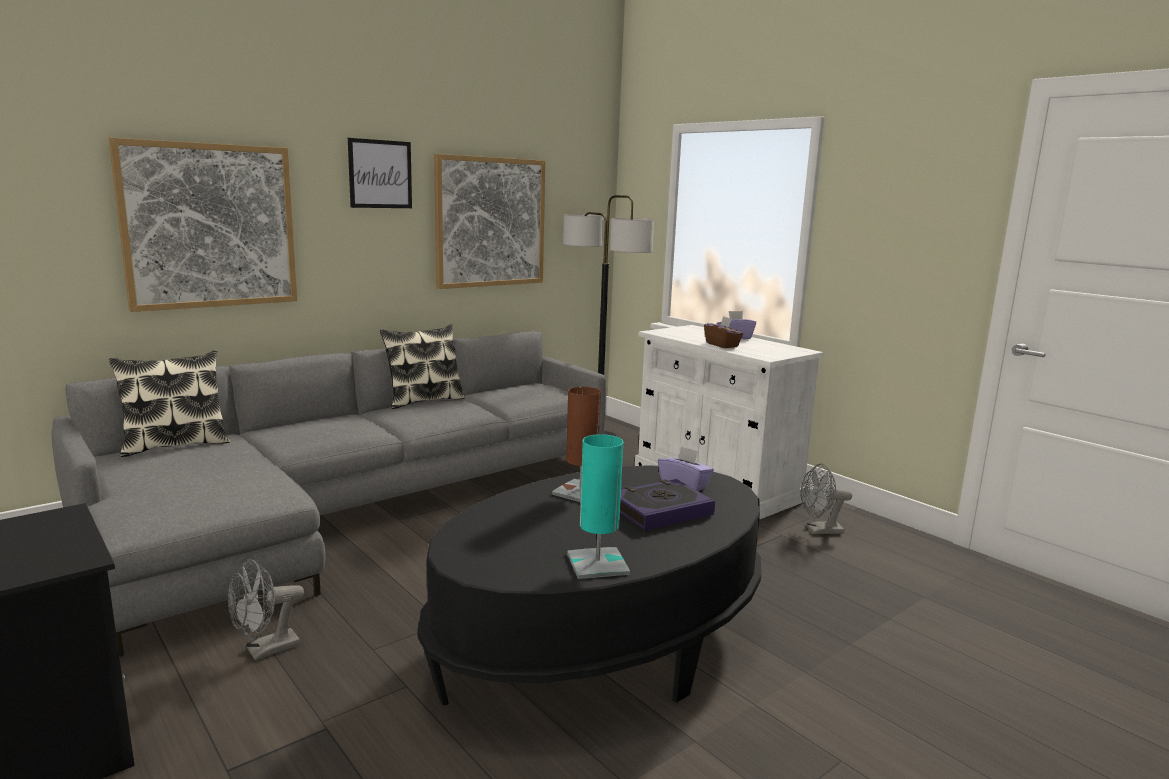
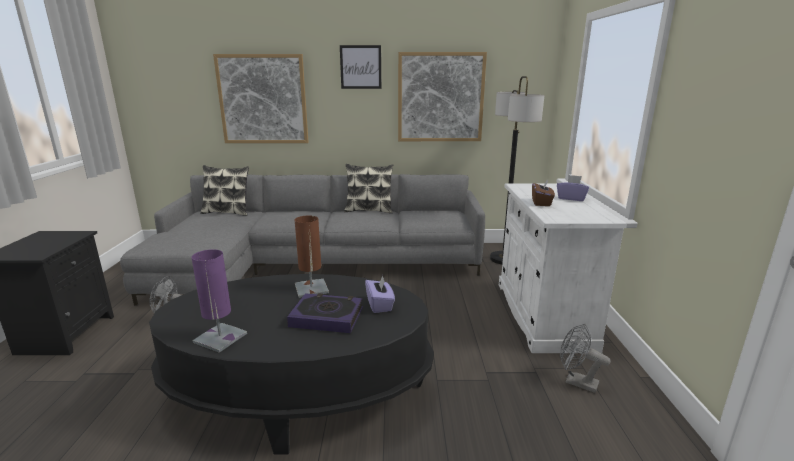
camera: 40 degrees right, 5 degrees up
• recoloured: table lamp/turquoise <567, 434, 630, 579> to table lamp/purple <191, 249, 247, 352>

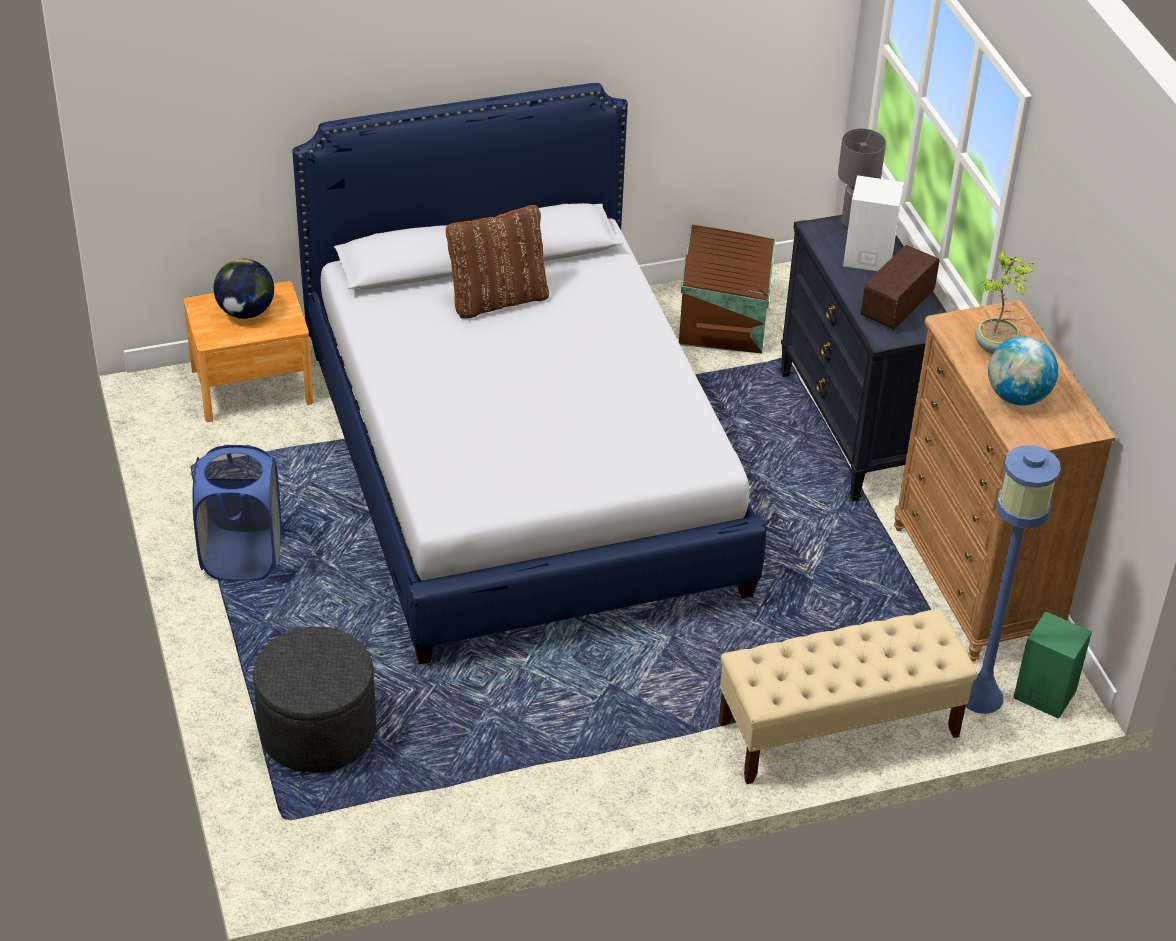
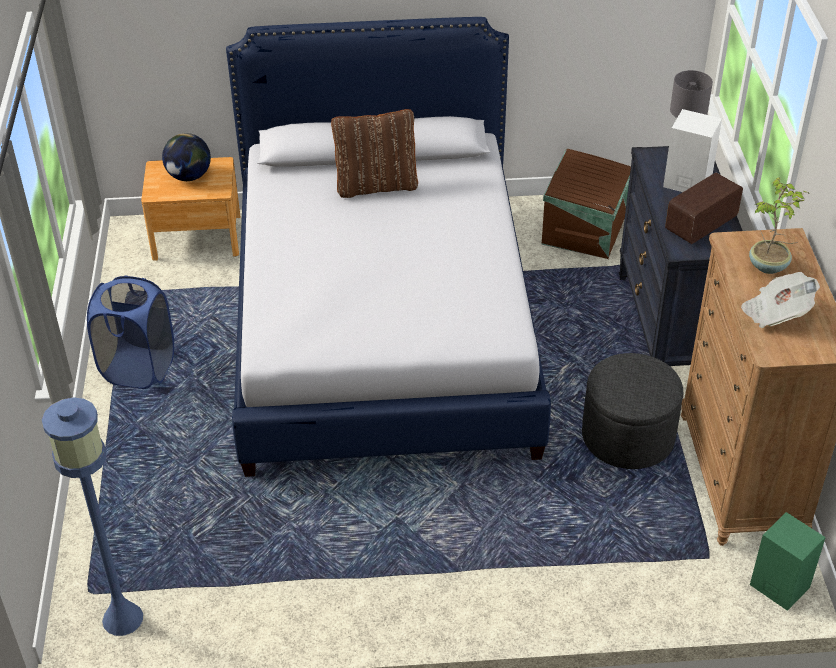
camera: 15 degrees right, 0 degrees up
• replaced: globe <988, 336, 1058, 406> to newspaper <741, 272, 820, 328>
• moved: floor lamp/blue <966, 445, 1061, 714> to <42, 397, 143, 636>
• removed: bench/beige <719, 608, 978, 784>
• moved: ottoman/grey <253, 626, 376, 773> to <582, 353, 683, 469>

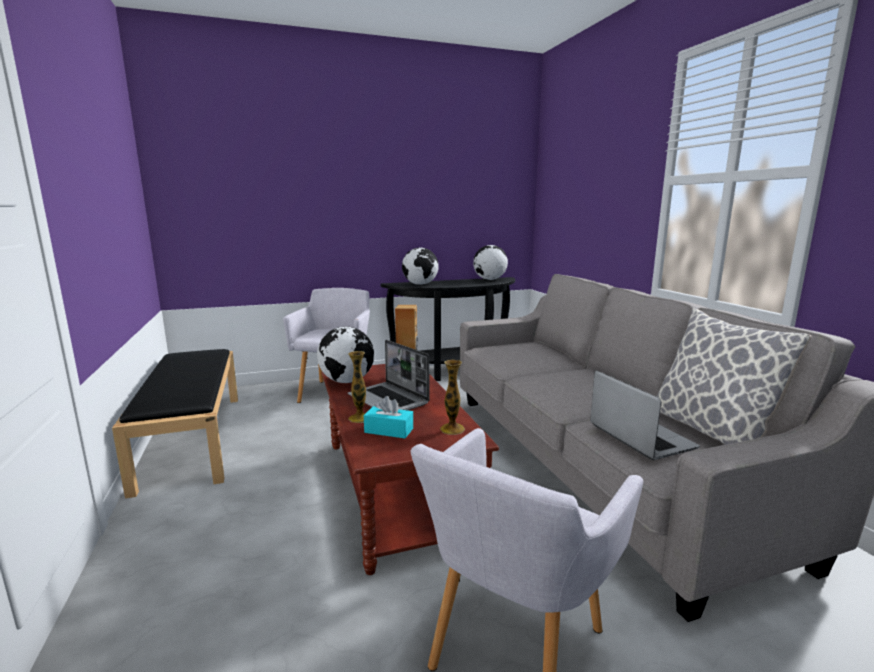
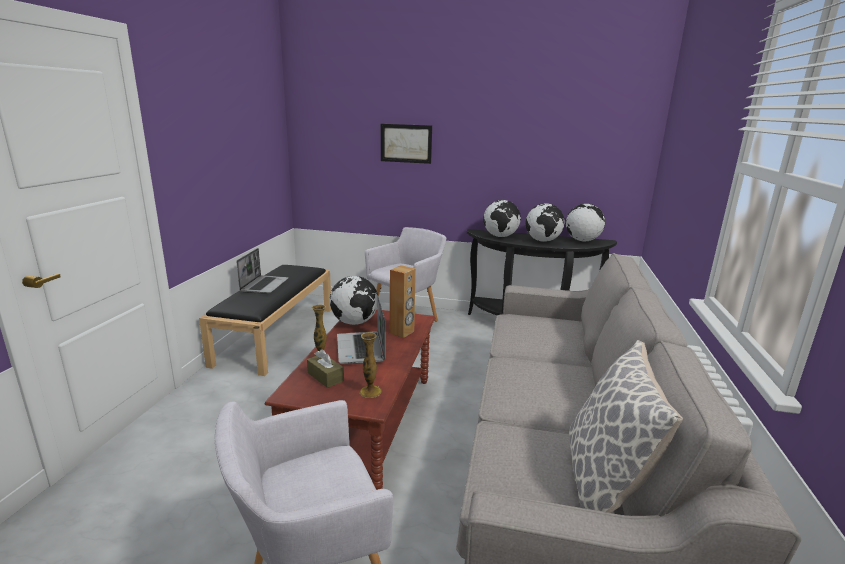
camera: 30 degrees right, 5 degrees up
• moved: laptop <590, 370, 700, 460> to <237, 248, 289, 294>
• recoloured: tissue box/turquoise <364, 396, 413, 438> to tissue box/brown <307, 349, 344, 388>
• added: picture <381, 124, 432, 164>
• added: globe <526, 203, 565, 242>

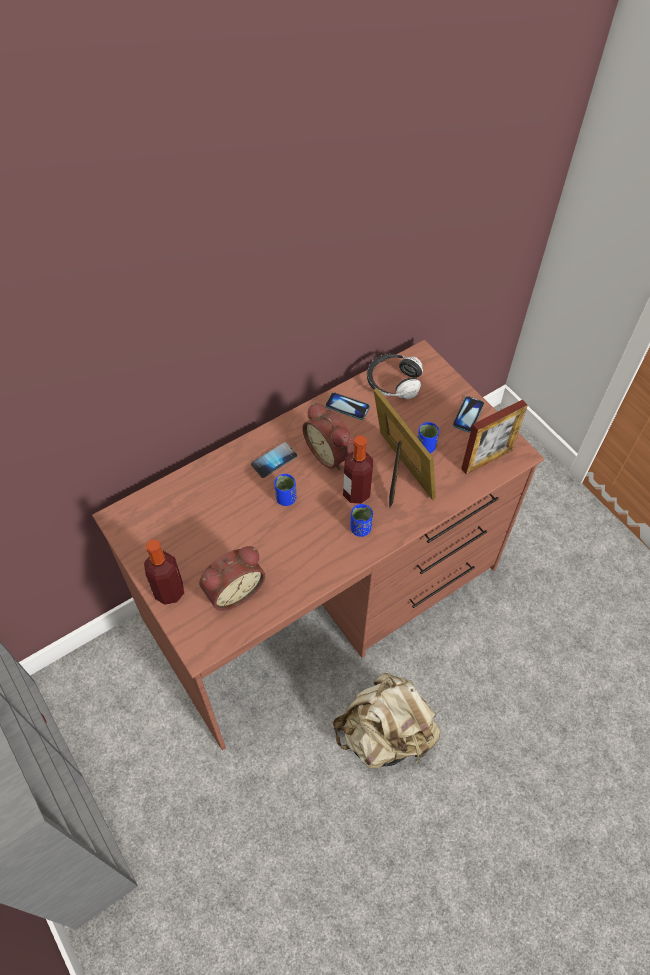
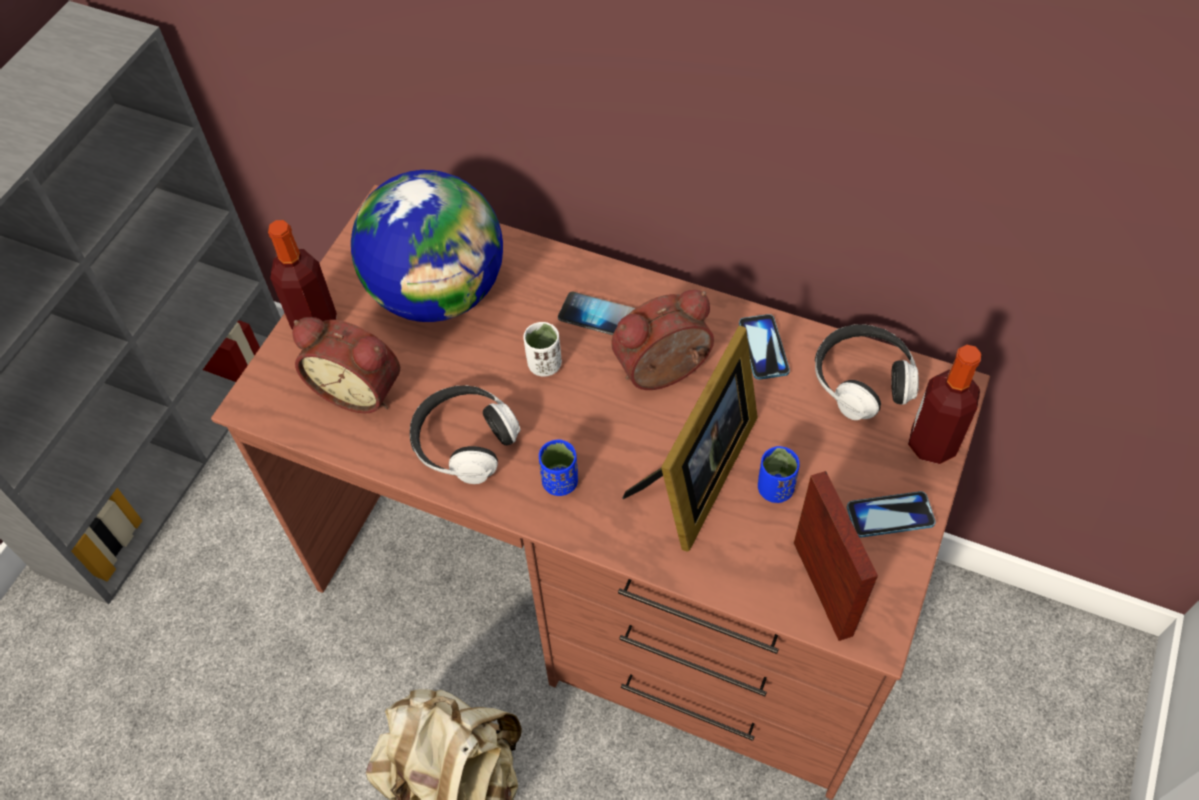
camera: 60 degrees right, 0 degrees up
• turned: picture frame <461, 400, 528, 474> = <794, 471, 878, 641> 135 degrees counterclockwise
• turned: alarm clock <303, 402, 354, 470> = <611, 290, 714, 390> 45 degrees clockwise
• moved: bottle <343, 435, 373, 504> to <908, 345, 981, 464>
• recoloured: cup/blue <274, 474, 296, 506> to cup/white <523, 322, 562, 377>
• added: globe <351, 170, 503, 322>
• added: headphones <410, 386, 521, 484>

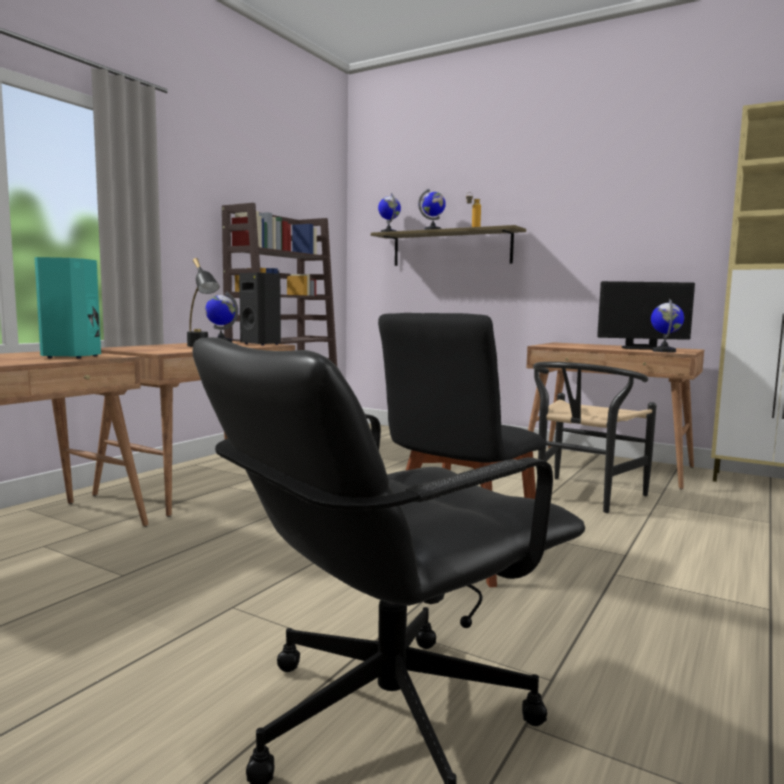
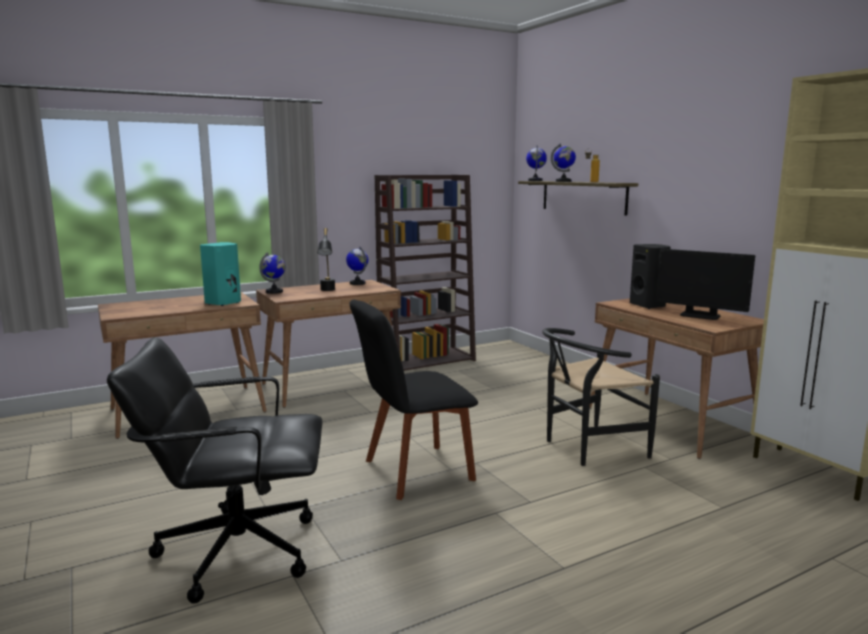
camera: 30 degrees right, 5 degrees up
• moved: speaker/black <239, 273, 281, 346> to <630, 244, 670, 309>
• moved: globe <651, 299, 684, 352> to <259, 252, 286, 294>

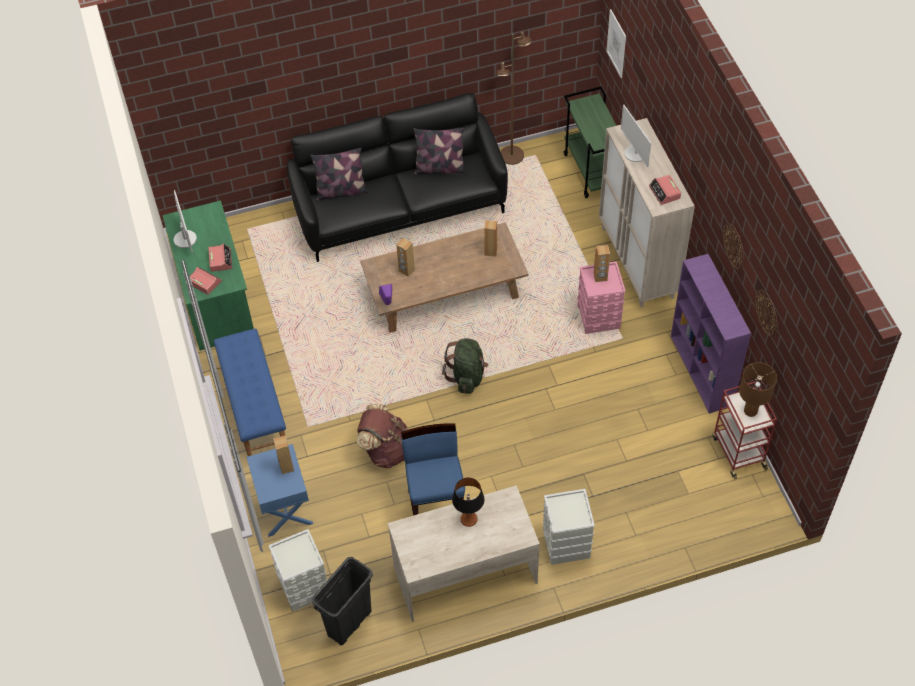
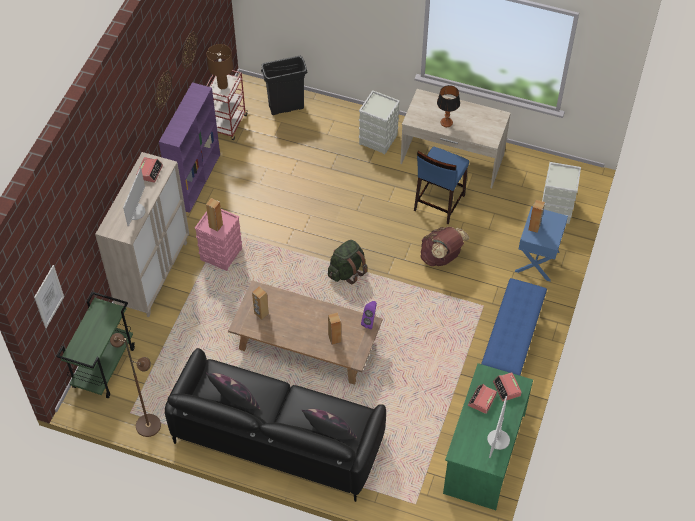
camera: 145 degrees left, 0 degrees up
• moved: trash can/black <311, 557, 373, 646> to <261, 56, 308, 115>

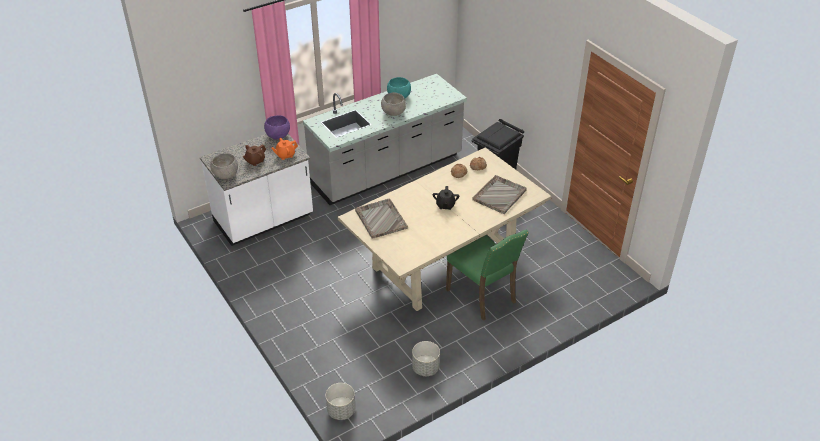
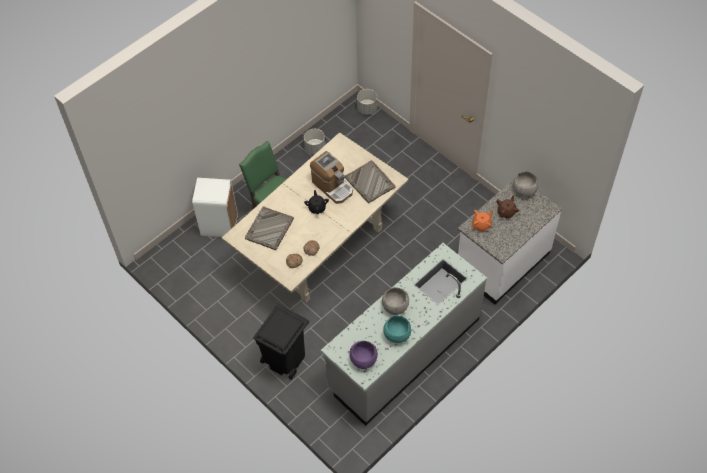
camera: 170 degrees right, 15 degrees up
• moved: bowl/purple <264, 115, 290, 140> to <350, 341, 378, 369>
• added: coffee machine <310, 151, 353, 204>
• added: trash can/white <192, 178, 238, 237>

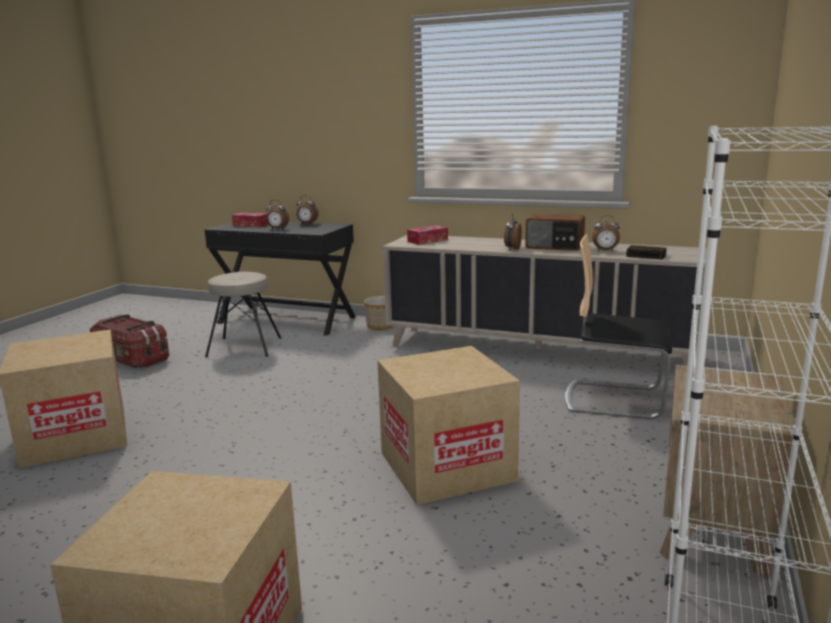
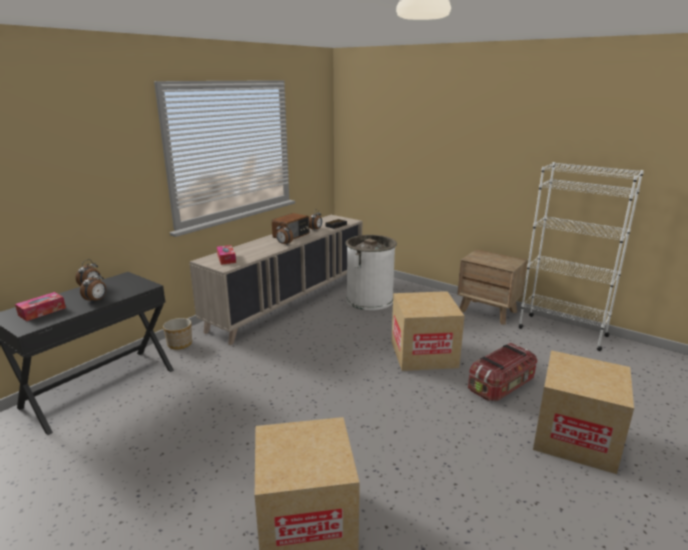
camera: 75 degrees left, 5 degrees up
• replaced: chair <565, 234, 672, 420> to trash can/white <345, 235, 397, 310>
• removed: stool/beige <205, 272, 281, 357>
• moved: storage box <90, 314, 169, 369> to <468, 343, 537, 401>

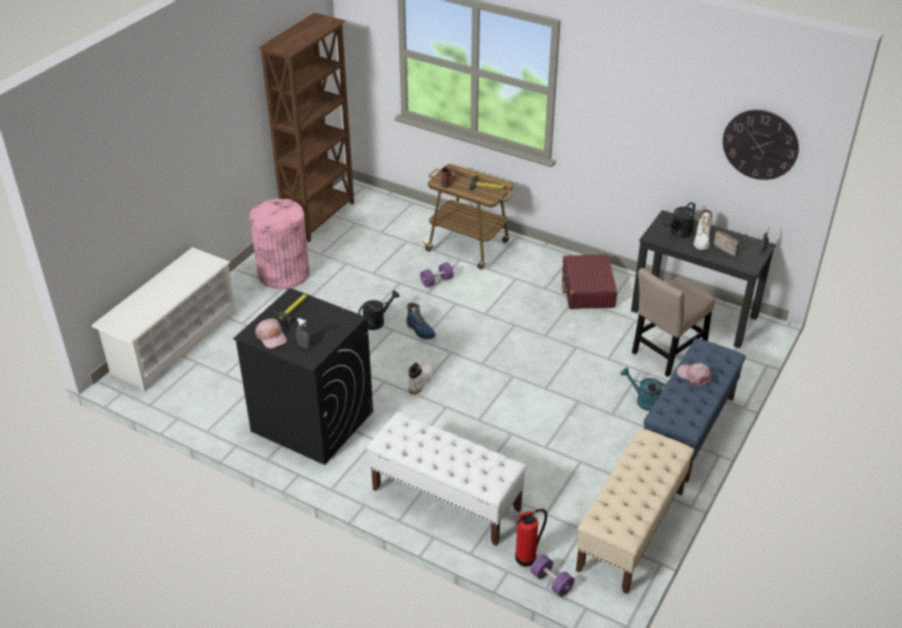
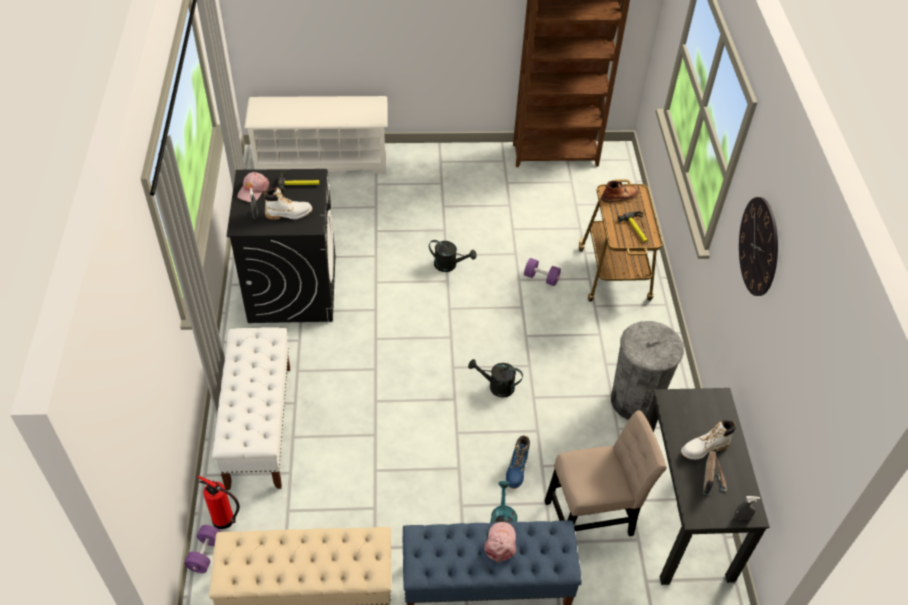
camera: 55 degrees right, 10 degrees up
• moved: wall clock <723, 110, 799, 180> to <739, 197, 778, 296>
• removed: trash can/pink <249, 199, 310, 289>
• moved: watering can/black <663, 202, 695, 238> to <468, 359, 523, 398>
• replaced: suitcase/red <562, 254, 617, 309> to trash can/grey <611, 321, 684, 420>
• turned: chair/beige <632, 268, 715, 377> = <544, 410, 667, 536> 150 degrees clockwise
• moved: boot/blue <406, 302, 436, 339> to <506, 435, 530, 489>
• moved: boot/white <409, 362, 433, 395> to <263, 187, 312, 219>

